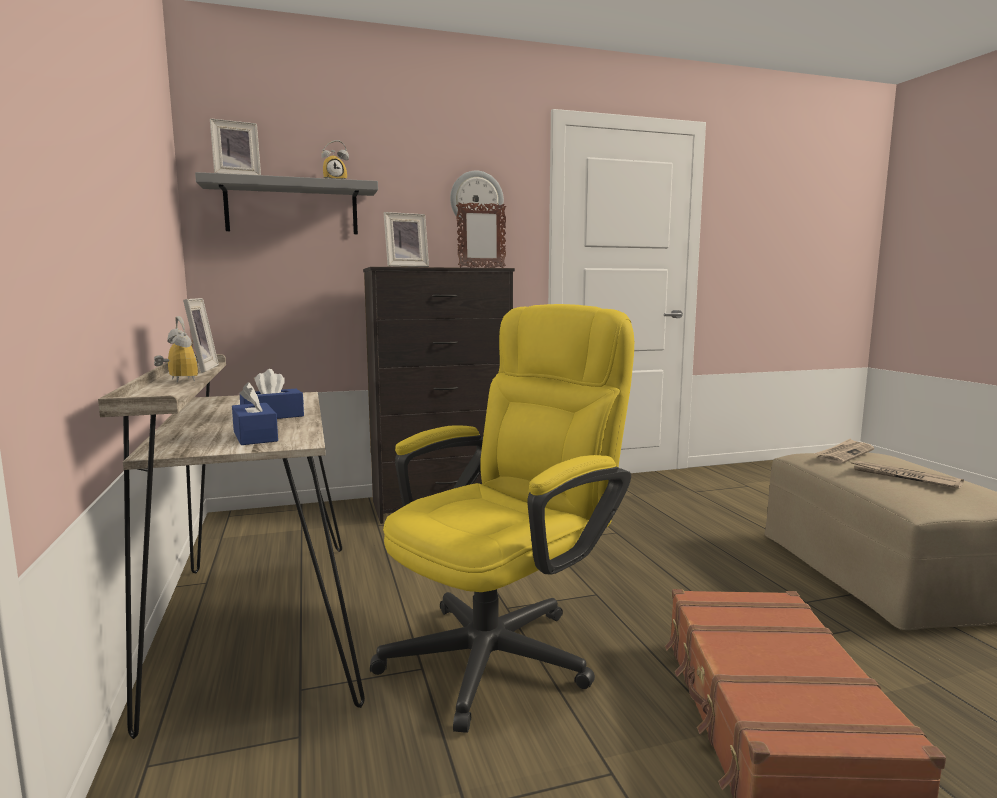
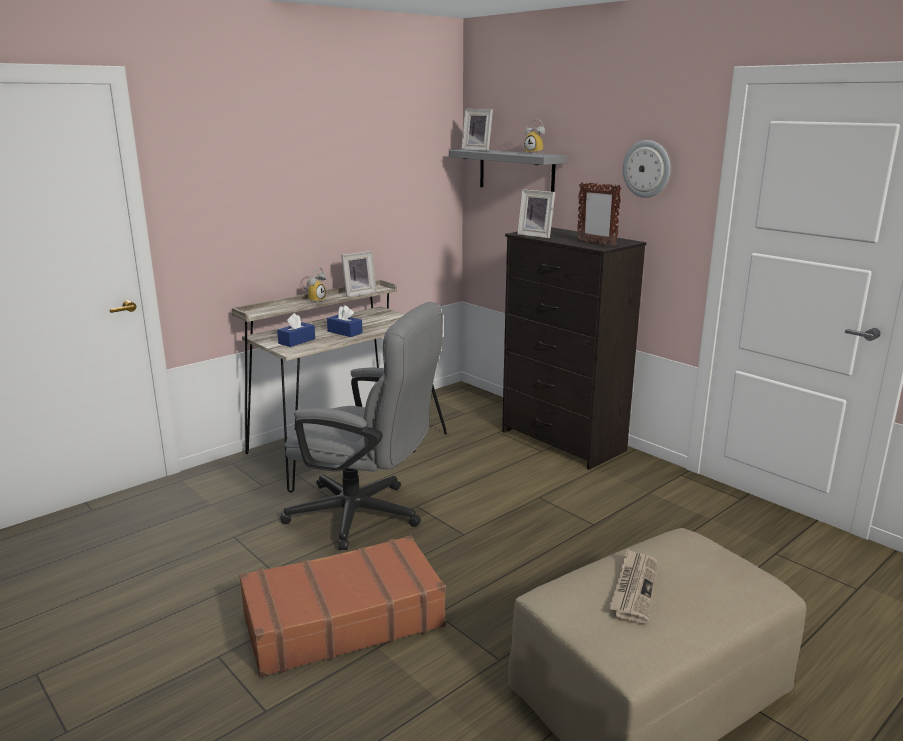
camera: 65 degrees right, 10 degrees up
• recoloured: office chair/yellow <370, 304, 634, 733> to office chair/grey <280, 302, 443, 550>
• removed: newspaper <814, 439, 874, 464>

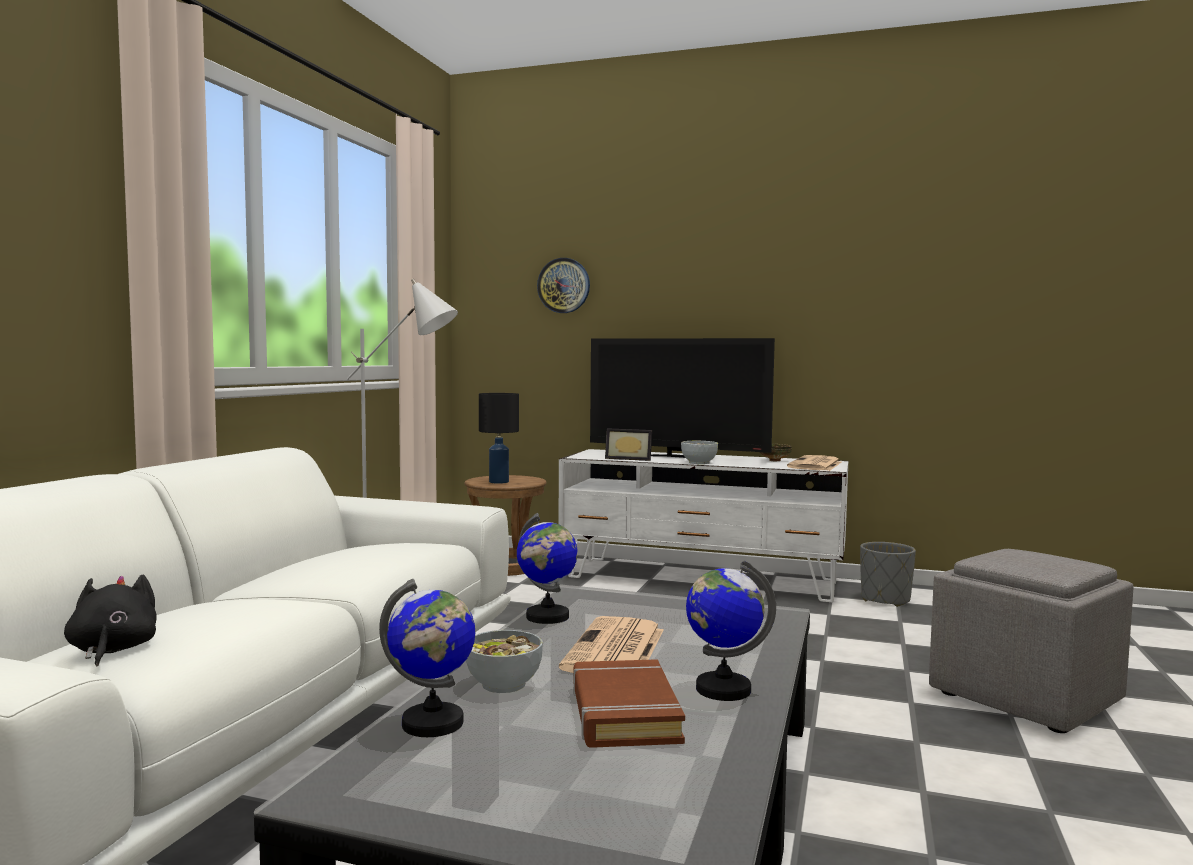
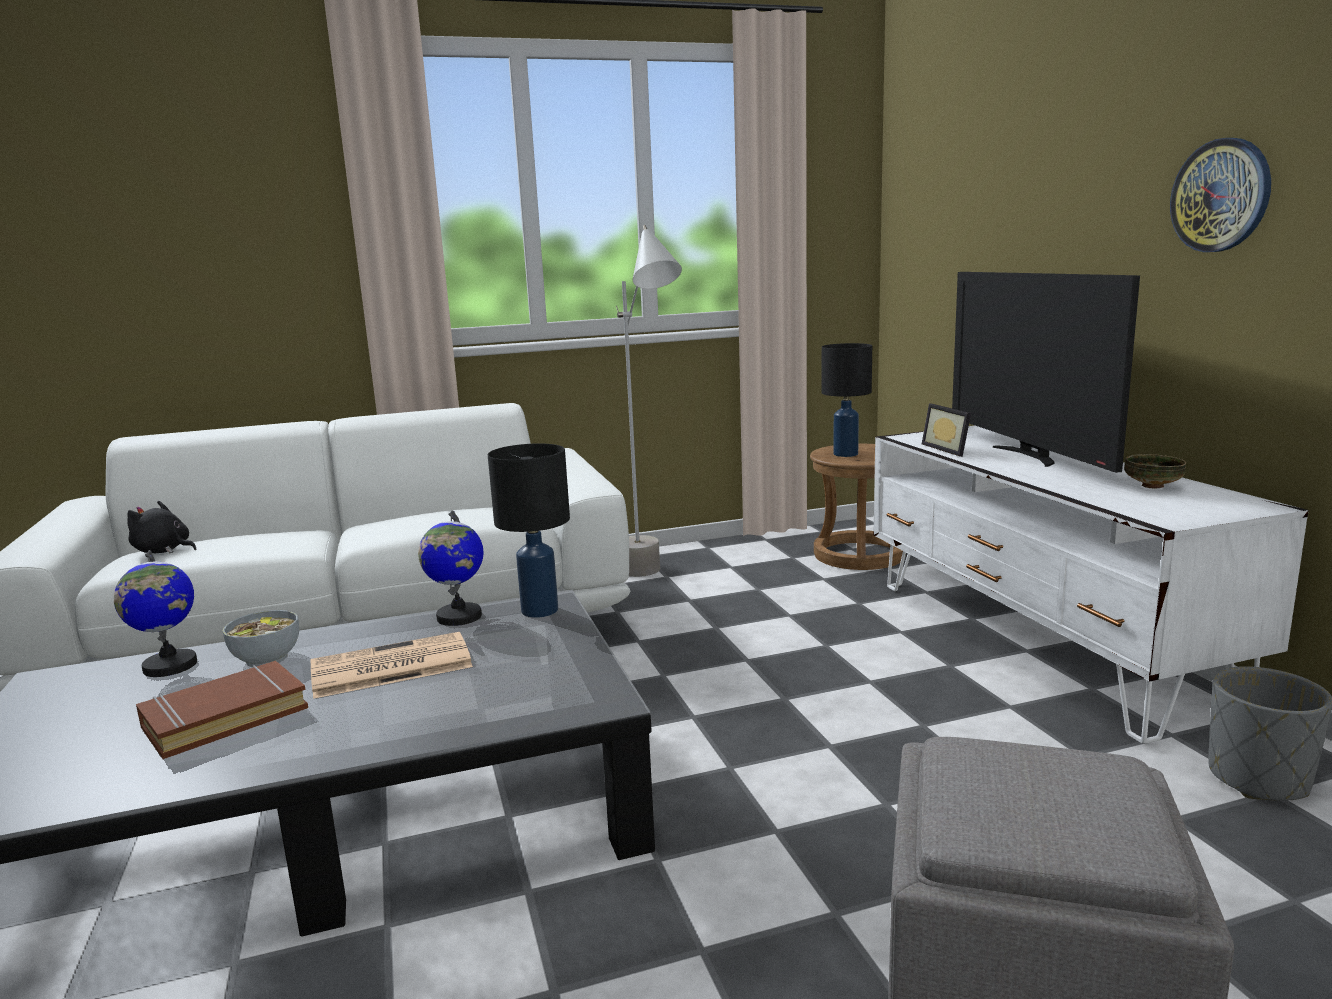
camera: 55 degrees right, 10 degrees up
• moved: wall clock <537, 258, 590, 313> to <1170, 138, 1271, 252>
• removed: bowl <681, 441, 718, 464>
• removed: newspaper <787, 455, 842, 471>
• removed: globe <686, 560, 776, 701>
• turned: plush toy/black <64, 574, 157, 667> = <128, 501, 196, 554> 105 degrees counterclockwise
• added: table lamp/black <488, 443, 570, 618>

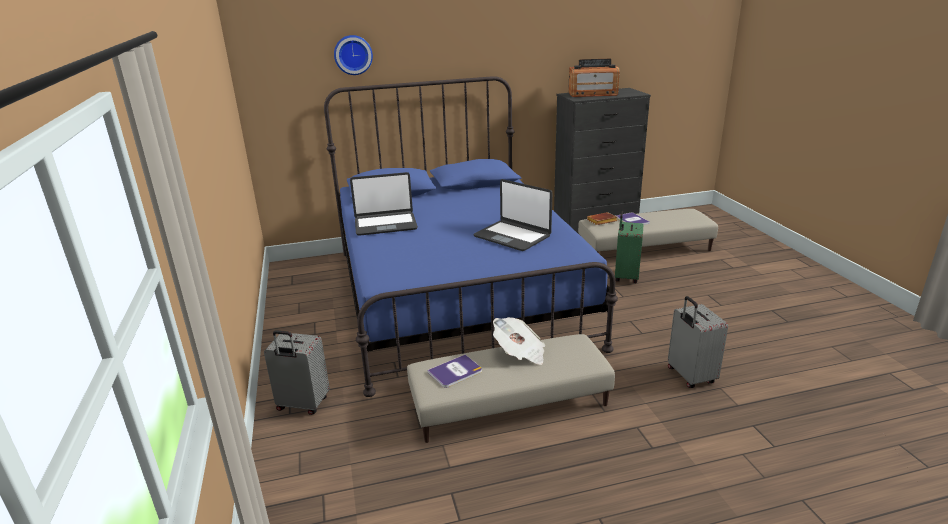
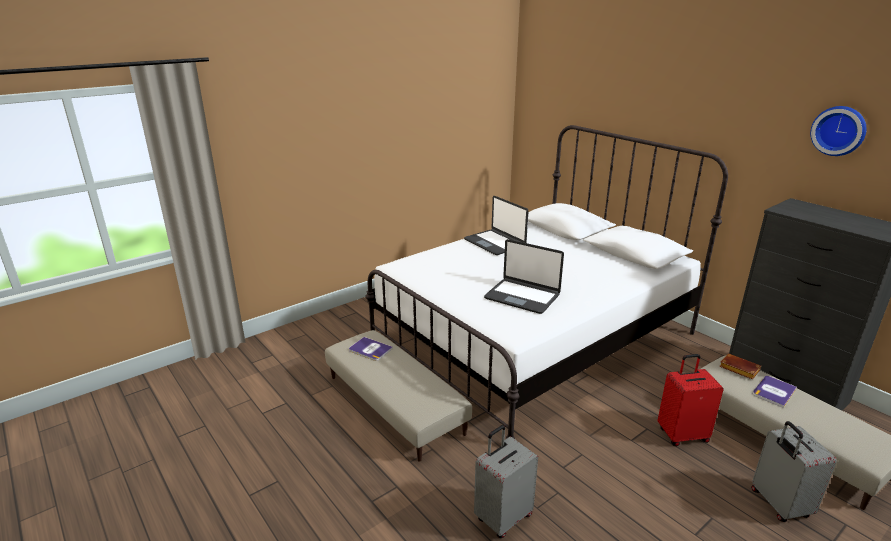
camera: 65 degrees right, 0 degrees up
• moved: wall clock <334, 35, 373, 75> to <810, 106, 867, 156>
• removed: radio <568, 59, 620, 97>
• recoloured: bed/blue <324, 76, 618, 397> to bed/white <365, 125, 728, 439>
• turned: laptop <473, 179, 552, 251> = <484, 239, 564, 314> 75 degrees counterclockwise
• recoloured: suitcase/green <615, 211, 644, 283> to suitcase/red <658, 354, 724, 446>
• removed: newspaper <493, 317, 545, 365>
• moved: suitcase/grey <264, 330, 330, 415> to <751, 421, 837, 522>

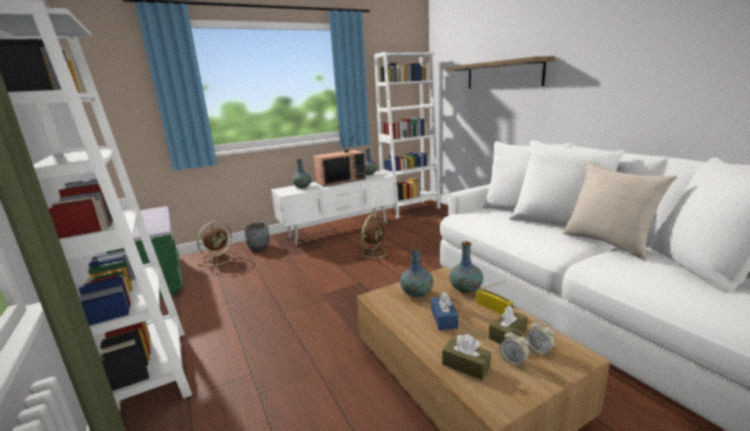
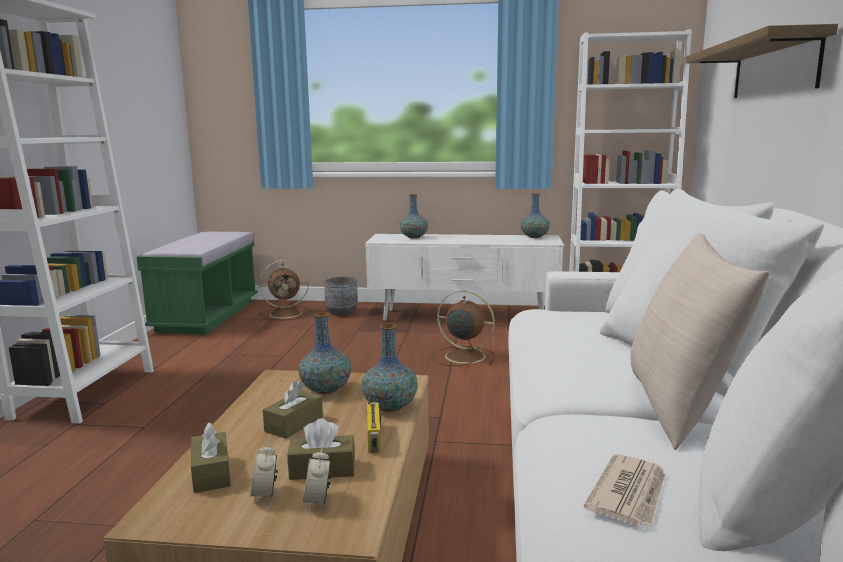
camera: 35 degrees right, 5 degrees down
• removed: television <313, 125, 366, 186>
• turned: fan/brown <358, 214, 393, 261> = <434, 290, 495, 366> 135 degrees counterclockwise
• recoloured: tissue box/blue <431, 292, 458, 330> to tissue box/brown <263, 381, 323, 439>
• added: newspaper <584, 454, 665, 526>

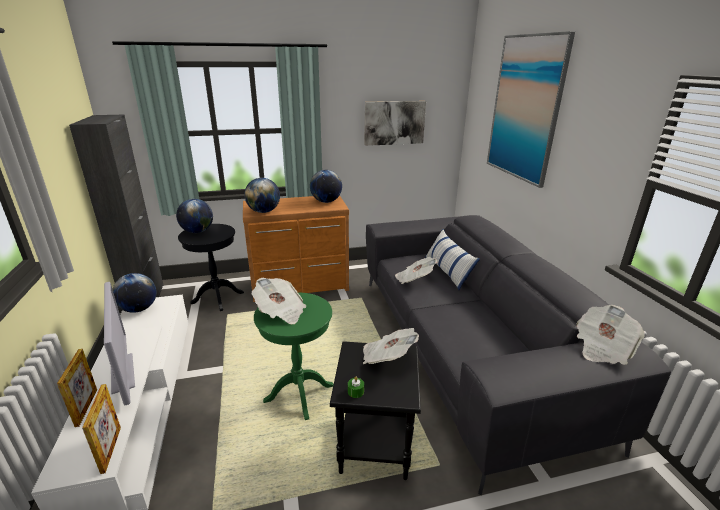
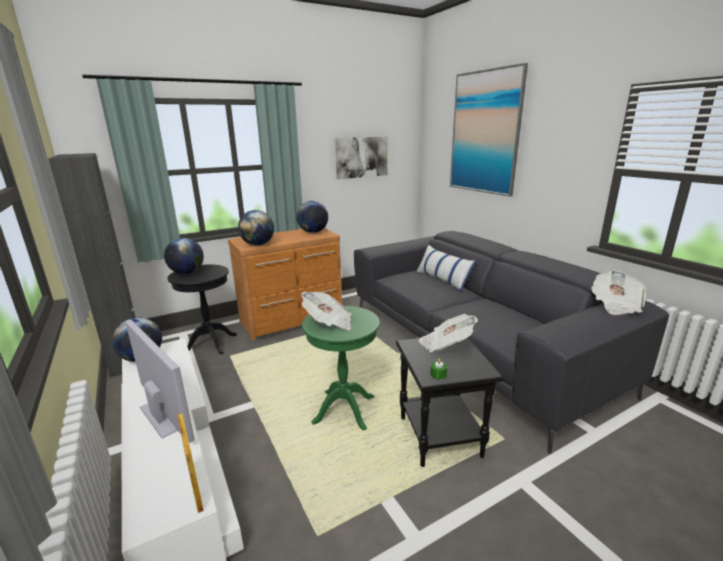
camera: 15 degrees left, 5 degrees down
• removed: newspaper <395, 257, 438, 284>
• removed: picture frame <57, 349, 97, 427>

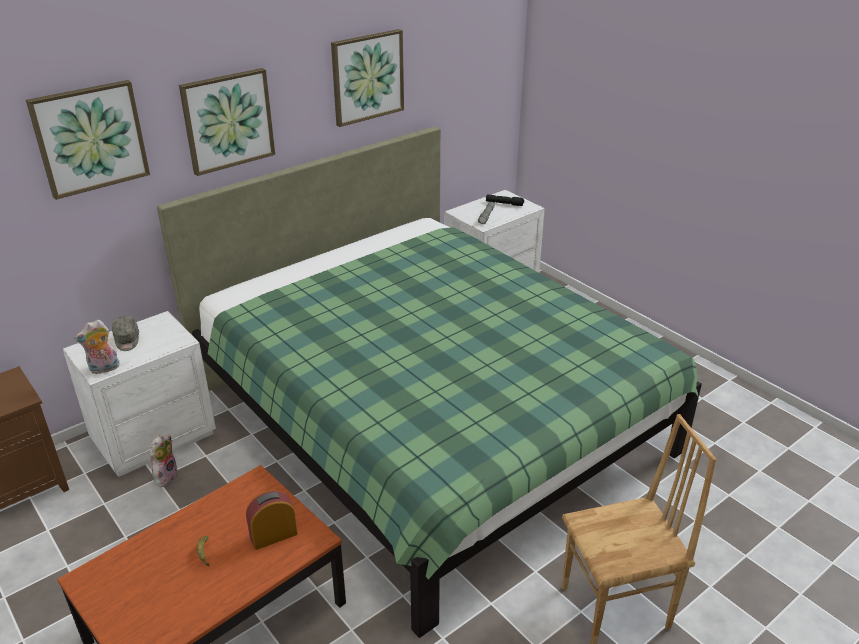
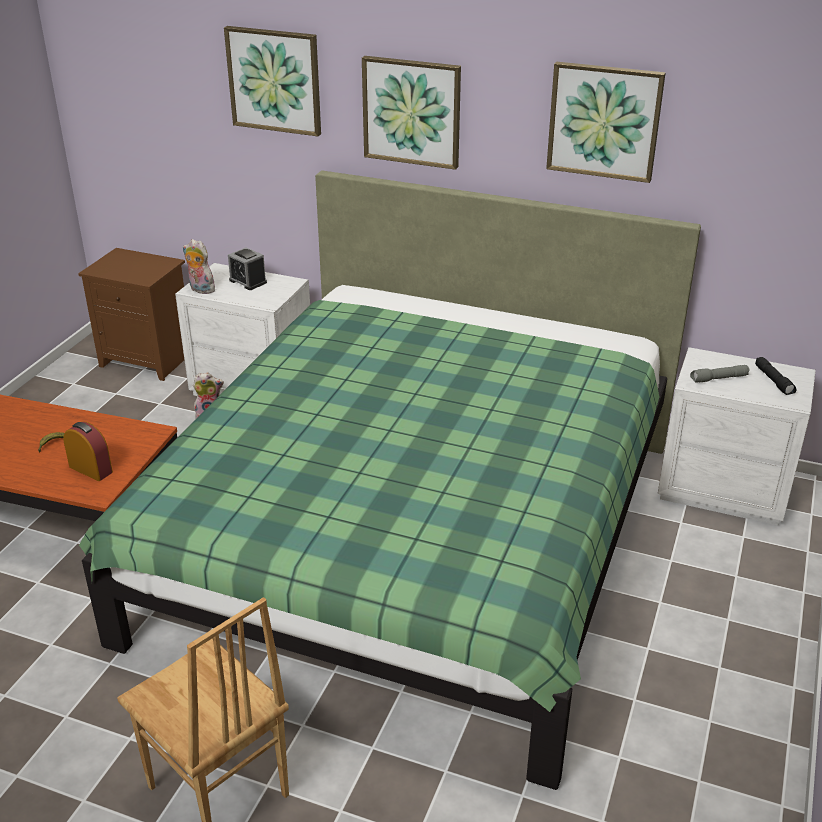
camera: 60 degrees right, 0 degrees up
• replaced: cap/grey <112, 316, 139, 351> to alarm clock <228, 247, 267, 290>

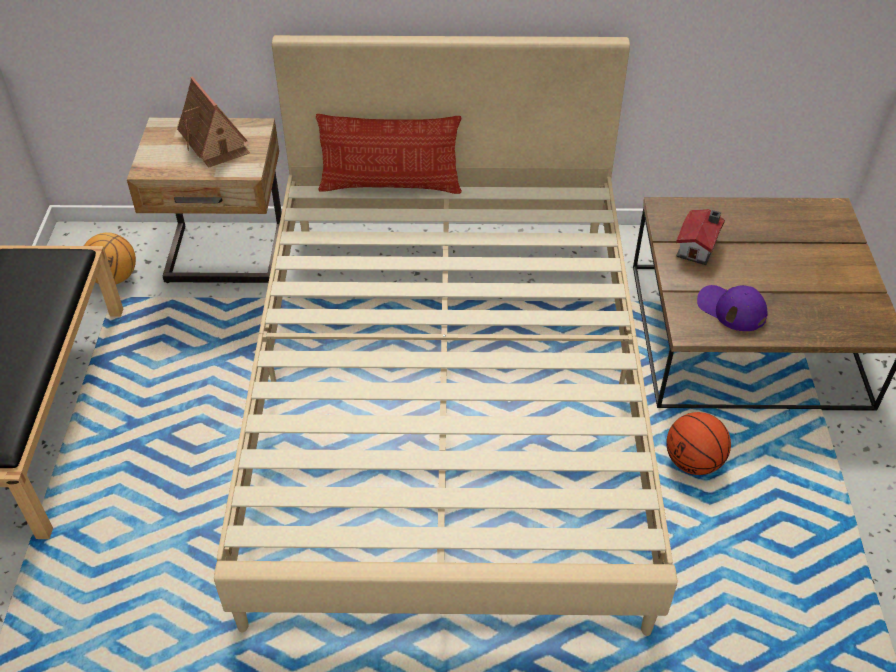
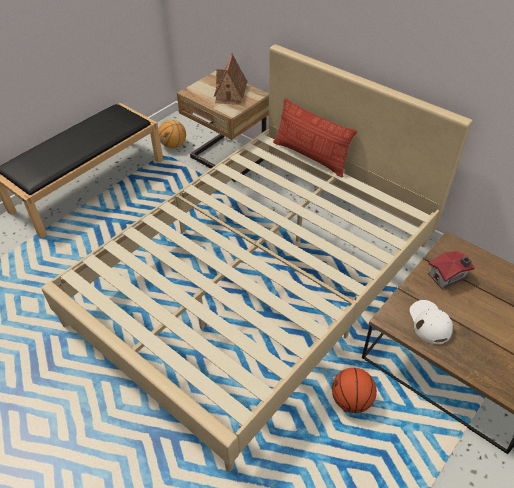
camera: 40 degrees right, 0 degrees up
• recoloured: cap/purple <697, 285, 767, 331> to cap/white <410, 300, 453, 344>

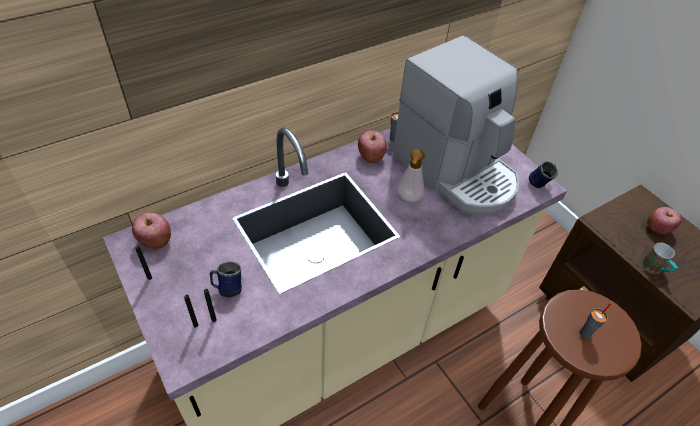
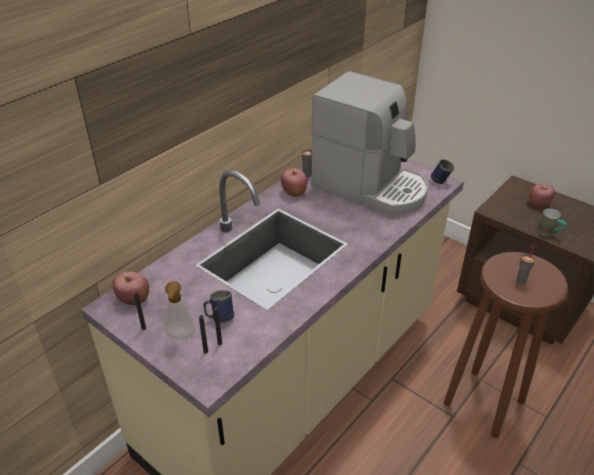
camera: 15 degrees left, 10 degrees down
• moved: soap dispenser <397, 149, 425, 202> to <164, 281, 196, 340>

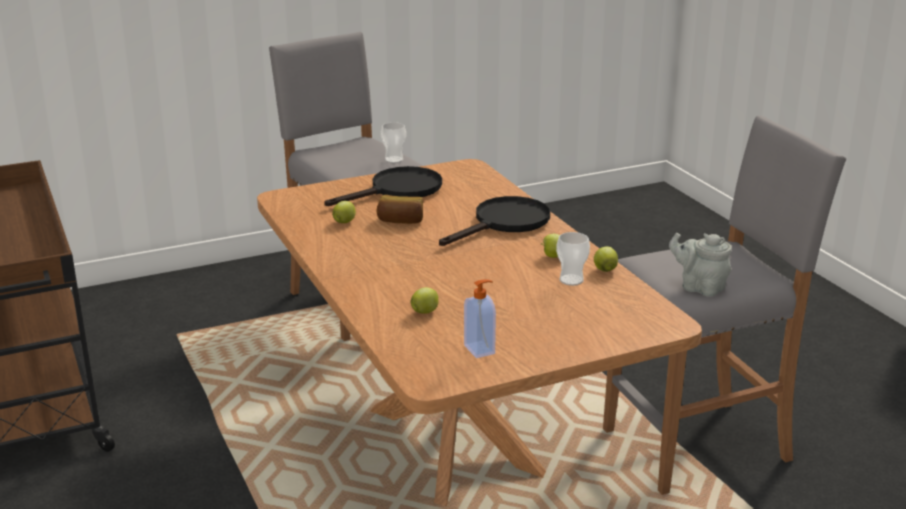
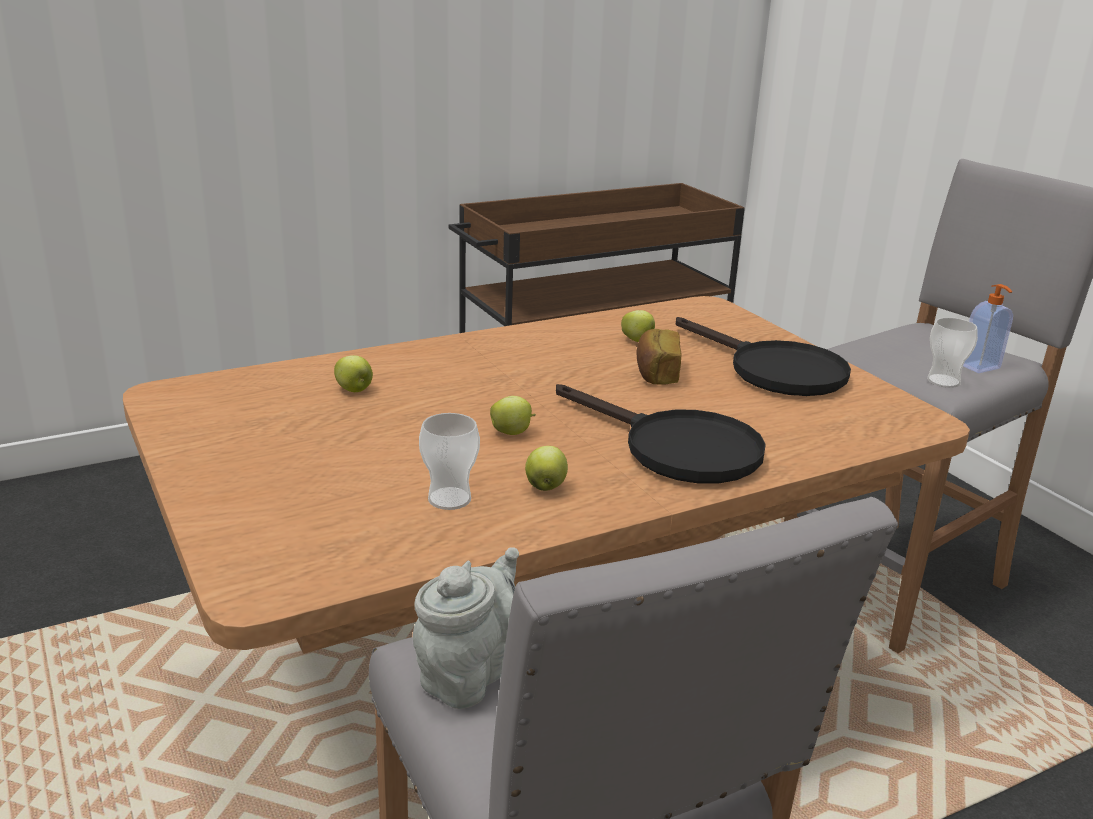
camera: 85 degrees right, 0 degrees up
• moved: apple <594, 246, 618, 272> to <490, 396, 536, 435>
• moved: soap dispenser <464, 279, 496, 358> to <963, 284, 1013, 373>

